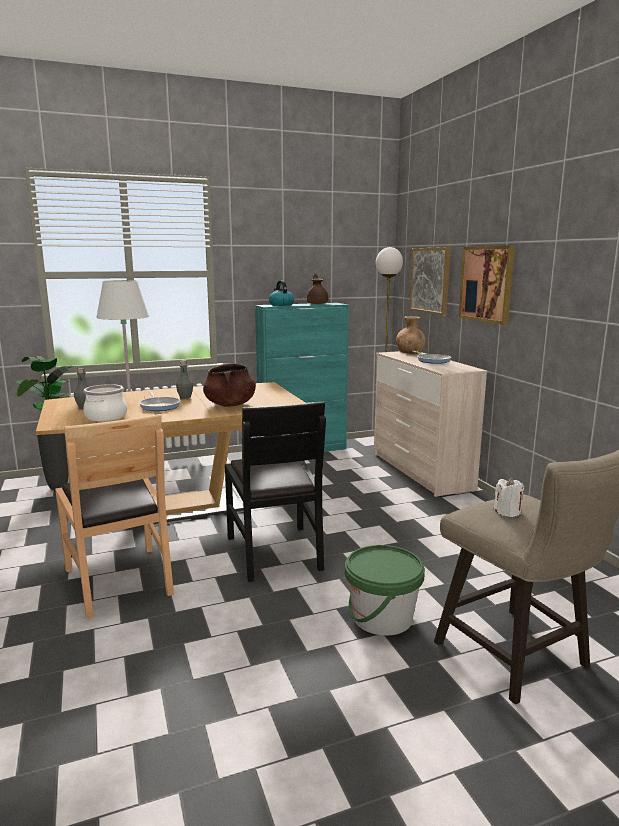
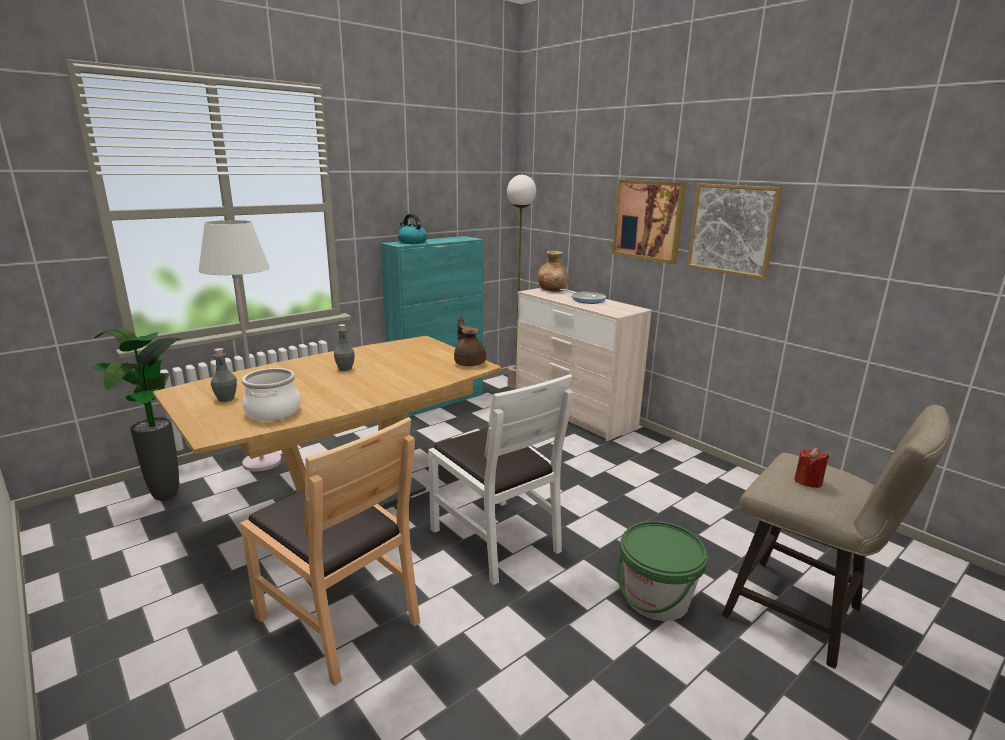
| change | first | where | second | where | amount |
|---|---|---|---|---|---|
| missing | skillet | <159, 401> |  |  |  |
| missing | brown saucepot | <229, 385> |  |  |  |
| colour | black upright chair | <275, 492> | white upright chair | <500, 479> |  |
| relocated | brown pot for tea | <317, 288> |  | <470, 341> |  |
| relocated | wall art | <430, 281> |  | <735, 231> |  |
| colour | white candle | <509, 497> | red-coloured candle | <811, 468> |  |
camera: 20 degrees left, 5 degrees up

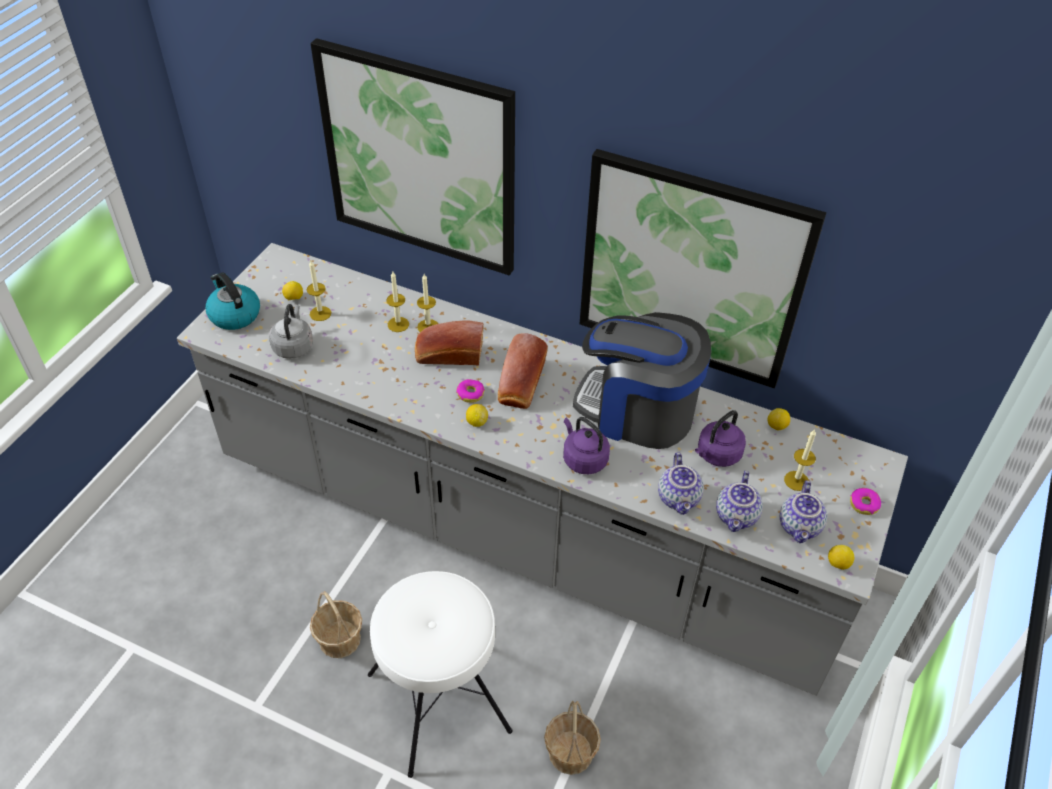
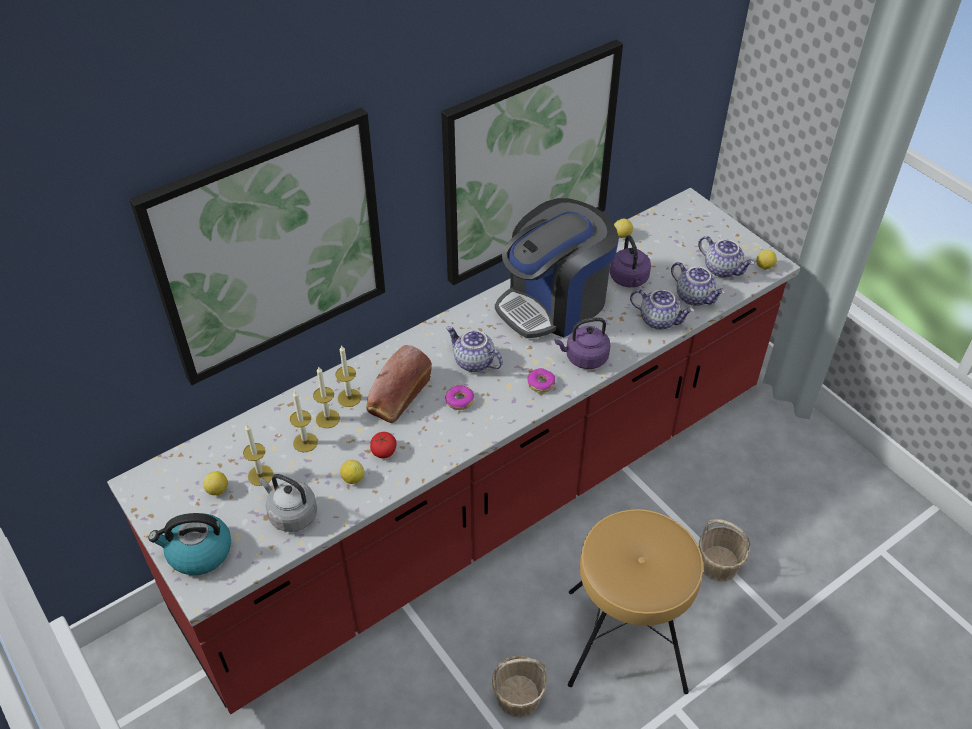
| change | first | where | second | where | amount |
|---|---|---|---|---|---|
| colour | grey counter | <542, 469> | red-coloured counter | <453, 451> |  |
| colour | white stool | <440, 674> | brown stool | <635, 601> |  |
| relocated | whole lemon | <477, 415> |  | <352, 472> |  |
| exchanged | bakery bread | <523, 371> | pot for tea | <474, 349> |  |
| relocated | candle | <800, 460> |  | <304, 422> |  |
| relocated | doughnut | <865, 501> |  | <541, 380> |  |
| appeared |  |  | fresh tomato | <383, 445> |  |
camera: 60 degrees left, 0 degrees up

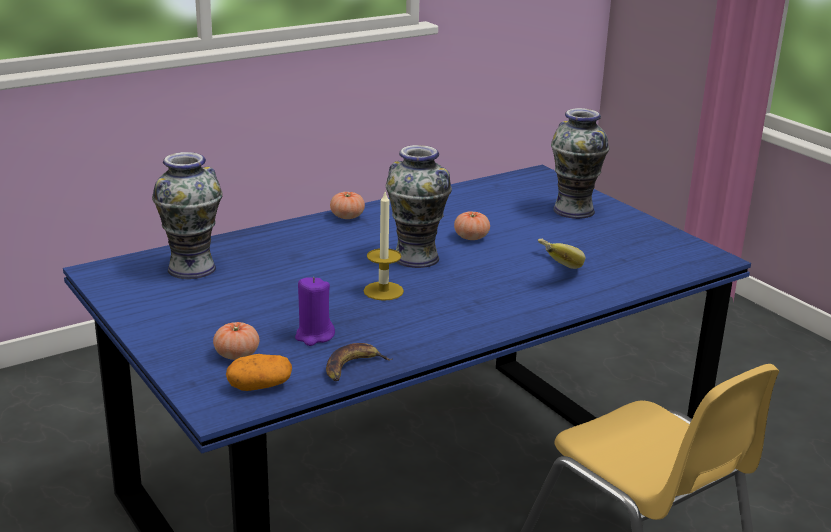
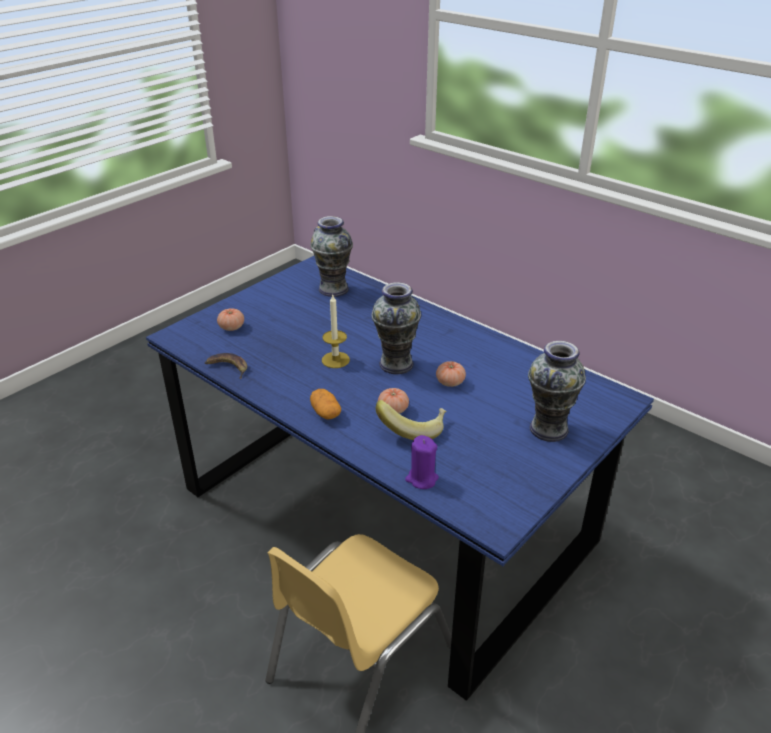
| change | first | where | second | where | amount |
|---|---|---|---|---|---|
| relocated | spud | <259, 372> |  | <325, 404> |  |
| relocated | purple candle | <315, 311> |  | <422, 462> |  |
| relocated | fresh tomato | <347, 205> |  | <393, 401> |  |
camera: 75 degrees right, 10 degrees up

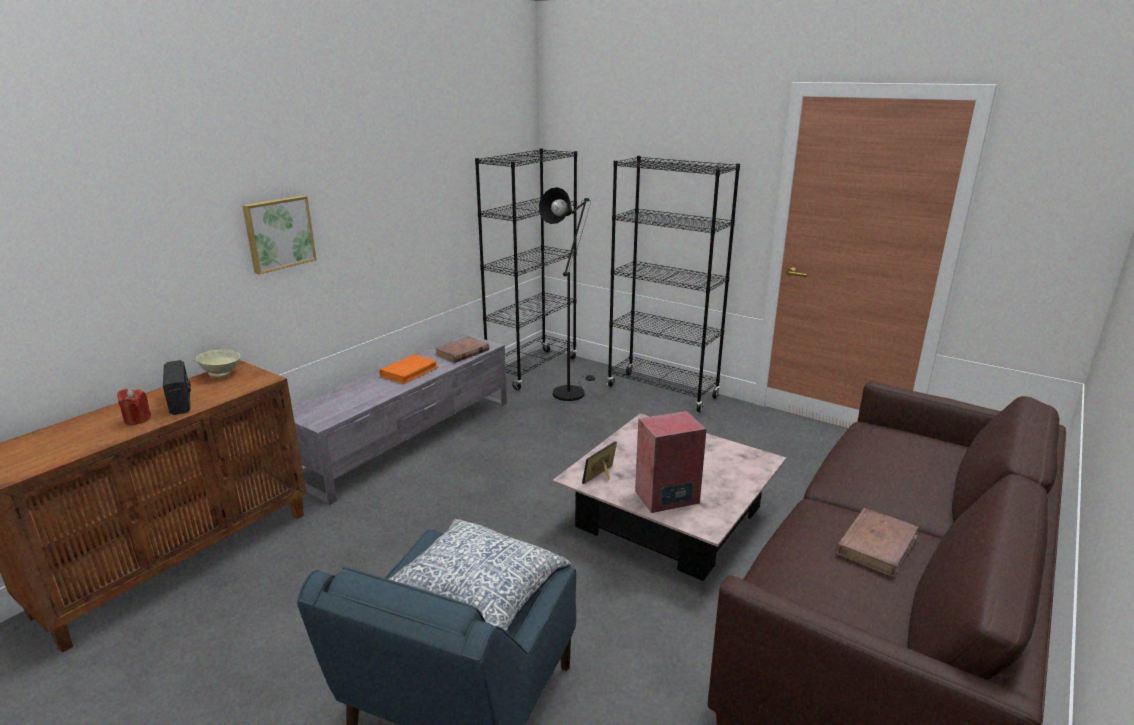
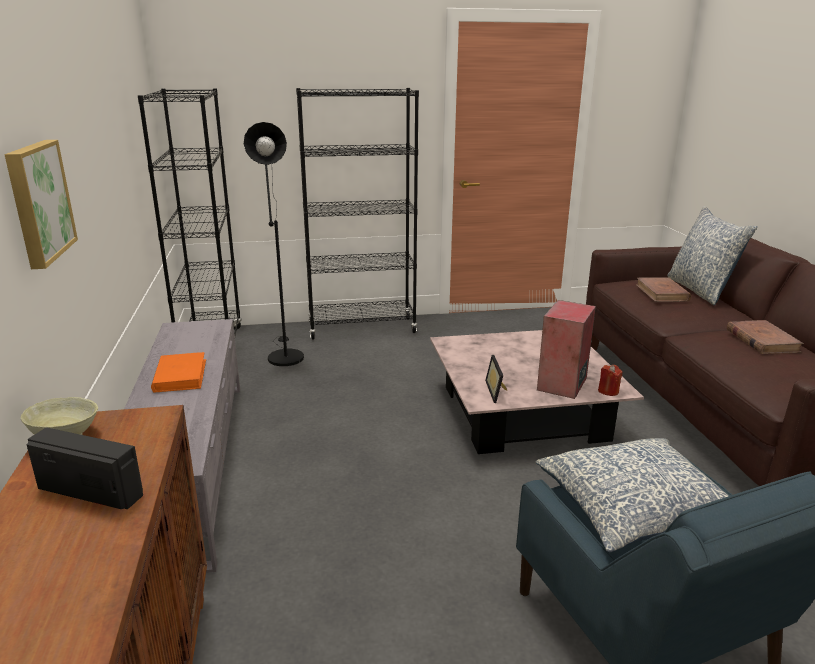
| change | first | where | second | where | amount |
|---|---|---|---|---|---|
| relocated | red-coloured candle | <134, 407> |  | <610, 380> |  |
| relocated | brown volume | <461, 350> |  | <663, 289> |  |
| appeared |  |  | pillow | <712, 255> |  |
camera: 45 degrees left, 0 degrees up

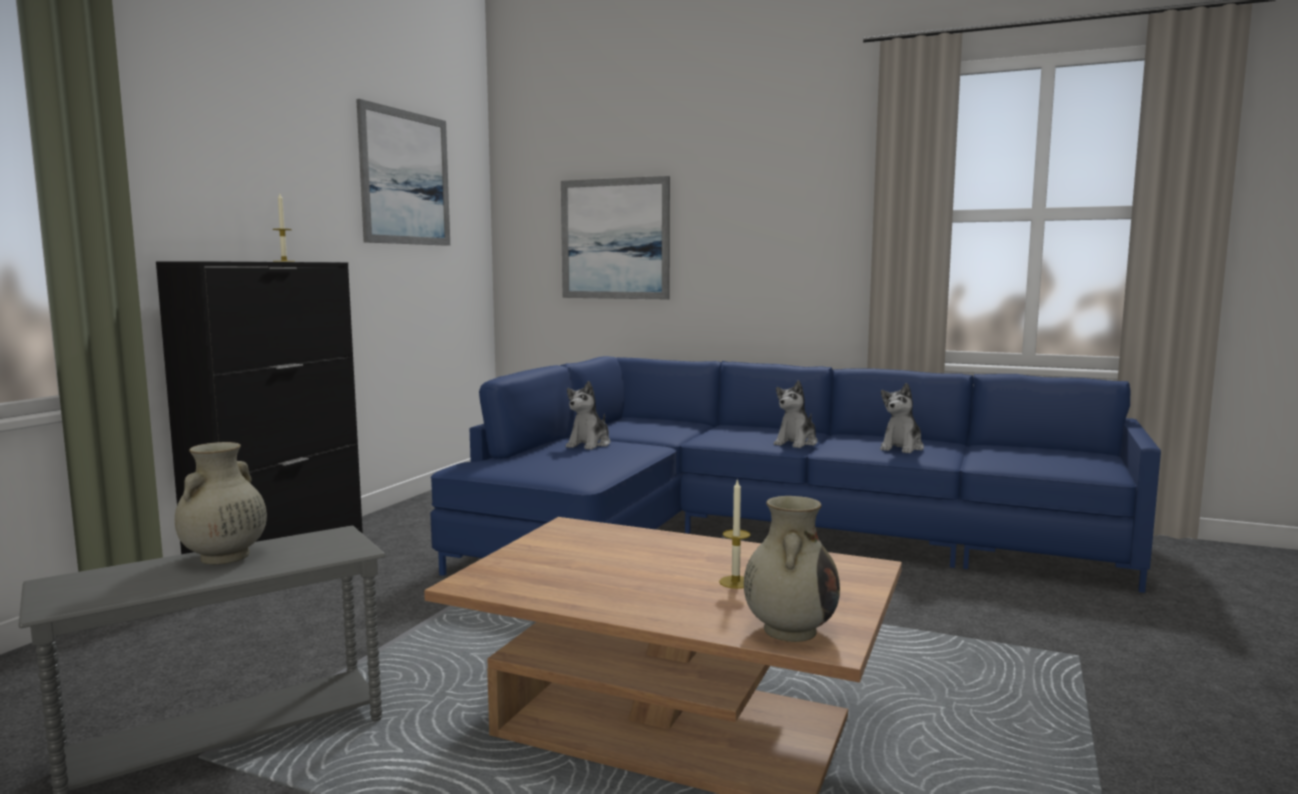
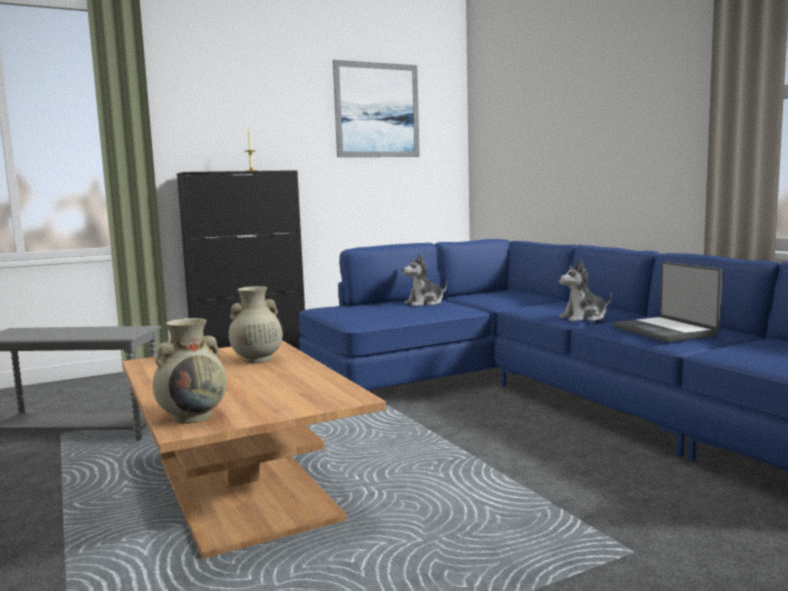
| change | first | where | second | where | amount |
|---|---|---|---|---|---|
| relocated | beige vase | <221, 503> |  | <256, 324> |  |
| missing | wall art | <615, 237> |  |  |  |
| missing | candle | <735, 533> |  |  |  |
| exchanged | plush toy | <902, 418> | notebook computer | <668, 302> |  |
camera: 40 degrees right, 0 degrees up

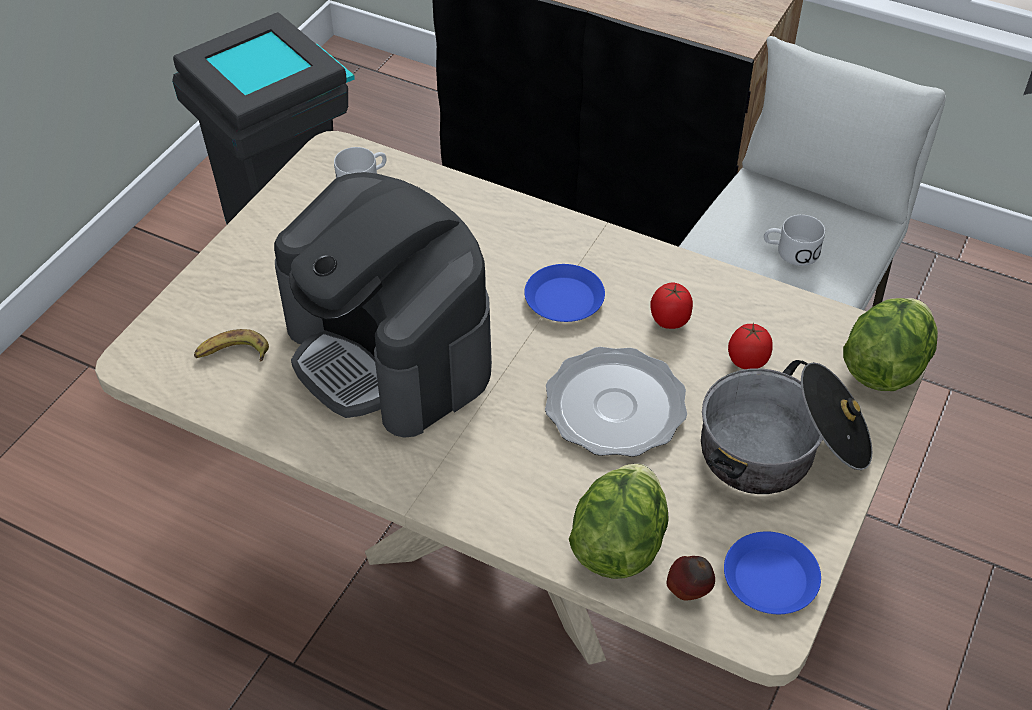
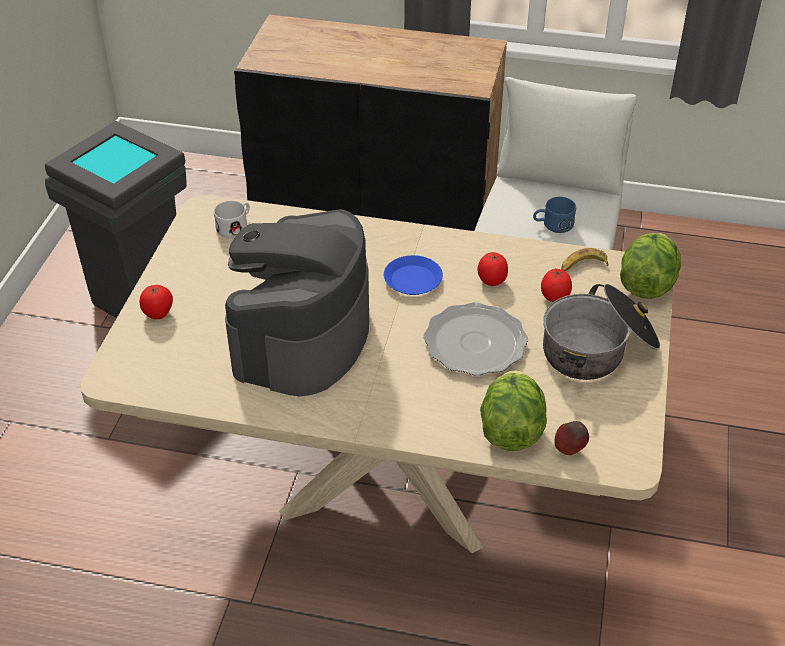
| change | first | where | second | where | amount |
|---|---|---|---|---|---|
| relocated | whole banana | <231, 345> |  | <585, 259> |  |
| spun | coffee brewer | <383, 305> |  | <297, 302> | 75 degrees clockwise |
| missing | bluish plate | <772, 572> |  |  |  |
| colour | white coffee mug | <794, 240> | bluish coffee mug | <554, 215> |  |
| appeared |  |  | fresh tomato | <156, 302> |  |
camera: 15 degrees left, 5 degrees down

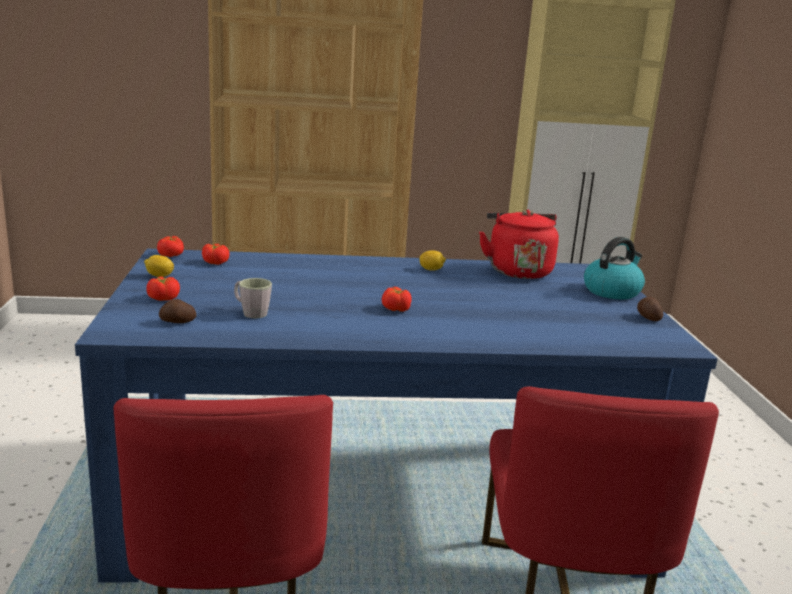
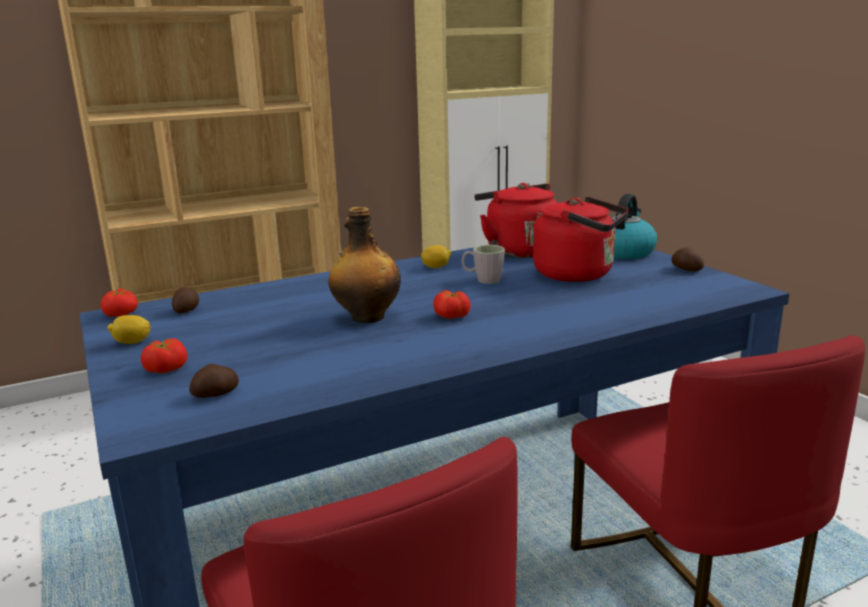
| change | first | where | second | where | amount |
|---|---|---|---|---|---|
| exchanged | fresh tomato | <215, 254> | spud | <185, 300> |  |
| relocated | grey coffee mug | <253, 298> |  | <483, 264> |  |
| appeared |  |  | beverage bottle | <365, 265> |  |
| appeared |  |  | red-coloured tea kettle | <581, 239> |  |
camera: 20 degrees left, 0 degrees up

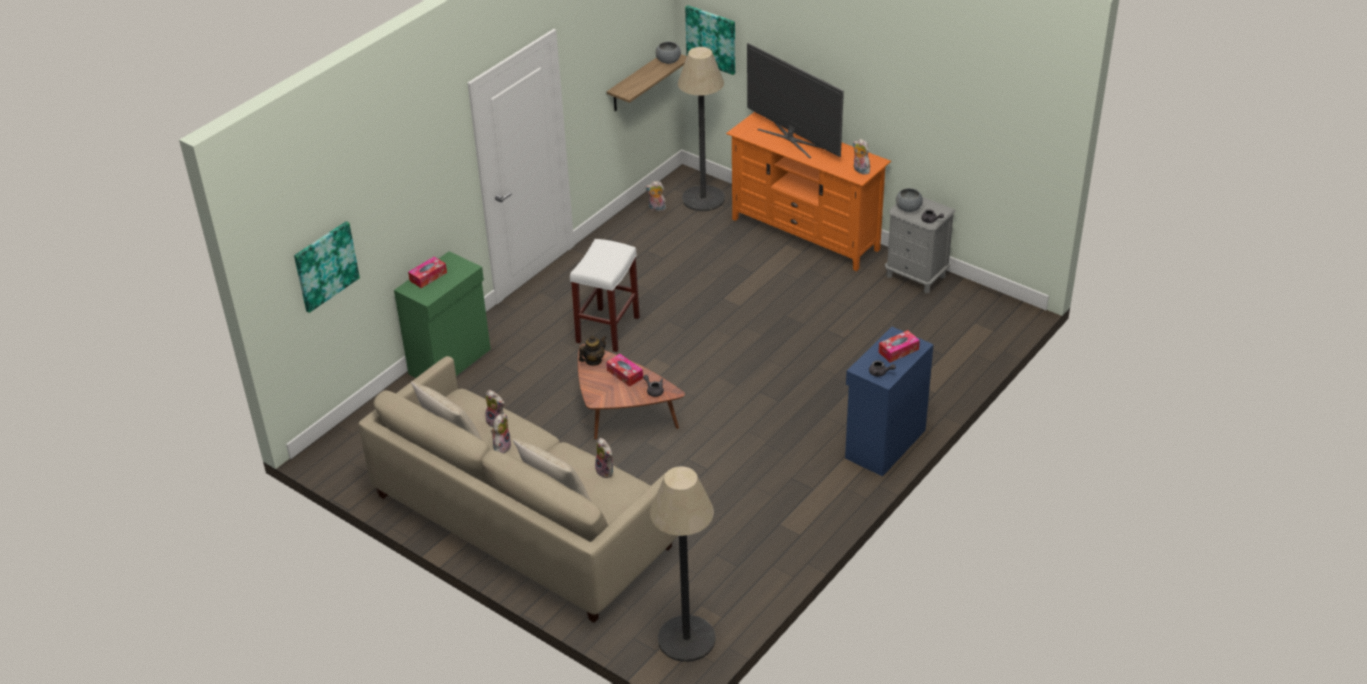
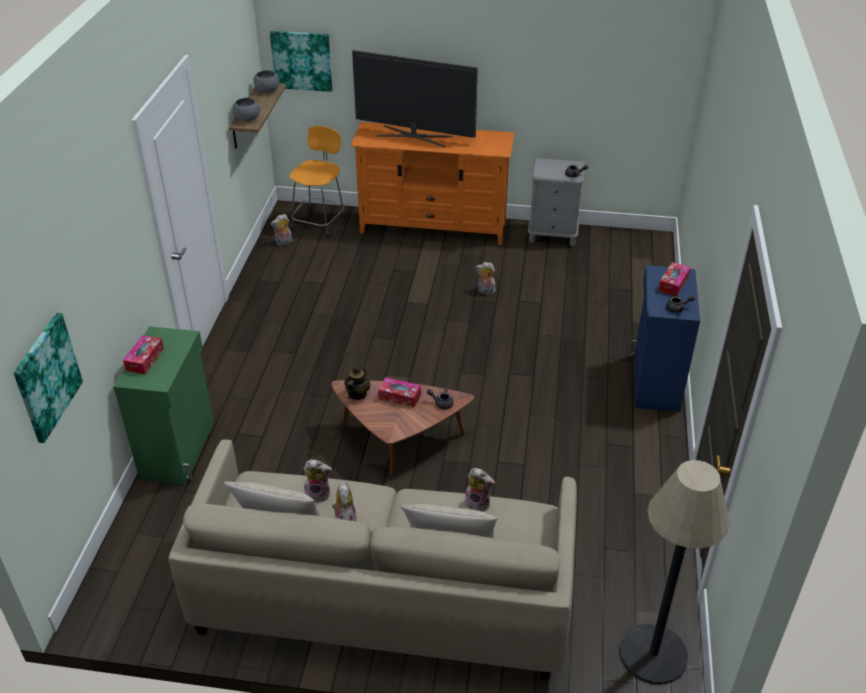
| change | first | where | second | where | amount |
|---|---|---|---|---|---|
| missing | white stool | <605, 295> |  |  |  |
| exchanged | standing lamp | <701, 129> | orangey stool | <317, 182> |  |
| relocated | plush toy | <861, 157> |  | <485, 278> |  |
| relocated | grey bowl | <909, 200> |  | <246, 109> |  |
camera: 30 degrees left, 0 degrees up

